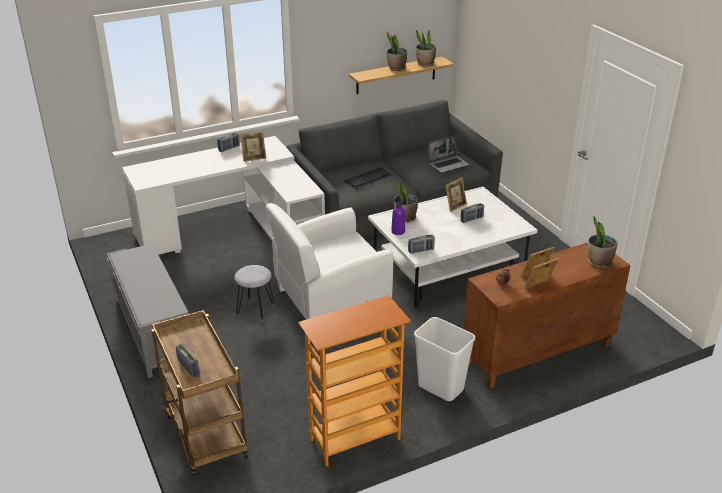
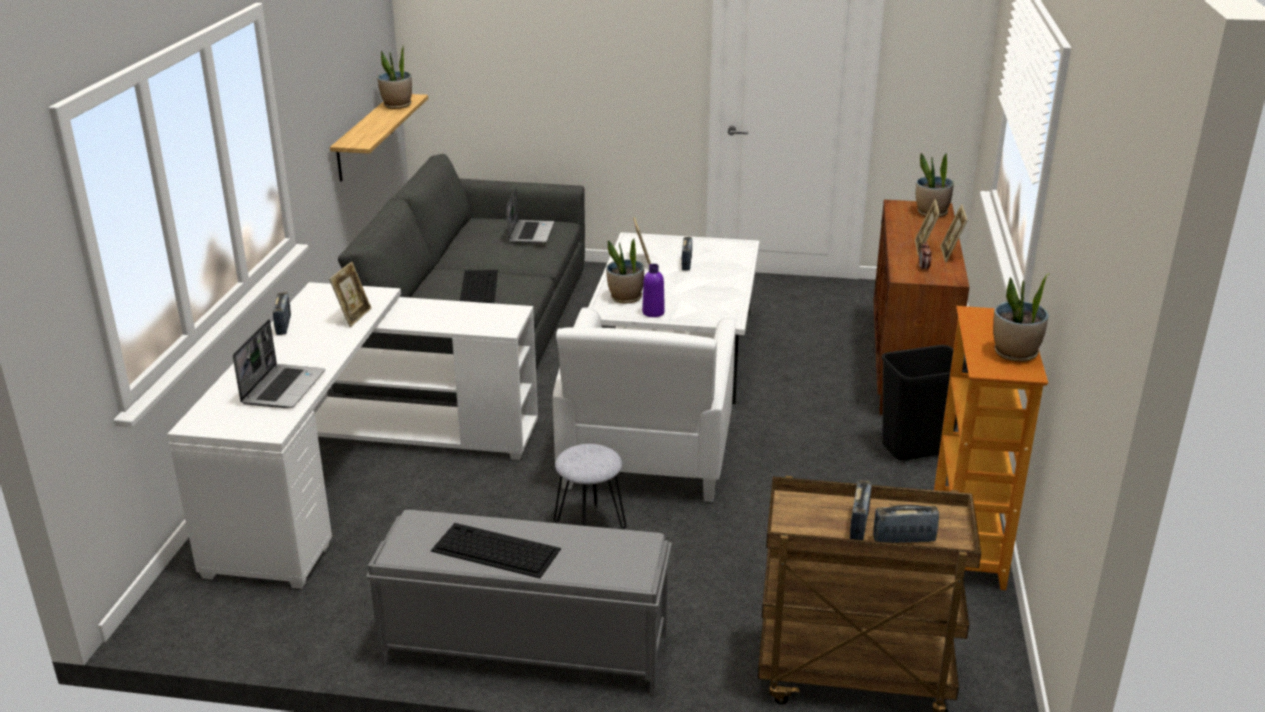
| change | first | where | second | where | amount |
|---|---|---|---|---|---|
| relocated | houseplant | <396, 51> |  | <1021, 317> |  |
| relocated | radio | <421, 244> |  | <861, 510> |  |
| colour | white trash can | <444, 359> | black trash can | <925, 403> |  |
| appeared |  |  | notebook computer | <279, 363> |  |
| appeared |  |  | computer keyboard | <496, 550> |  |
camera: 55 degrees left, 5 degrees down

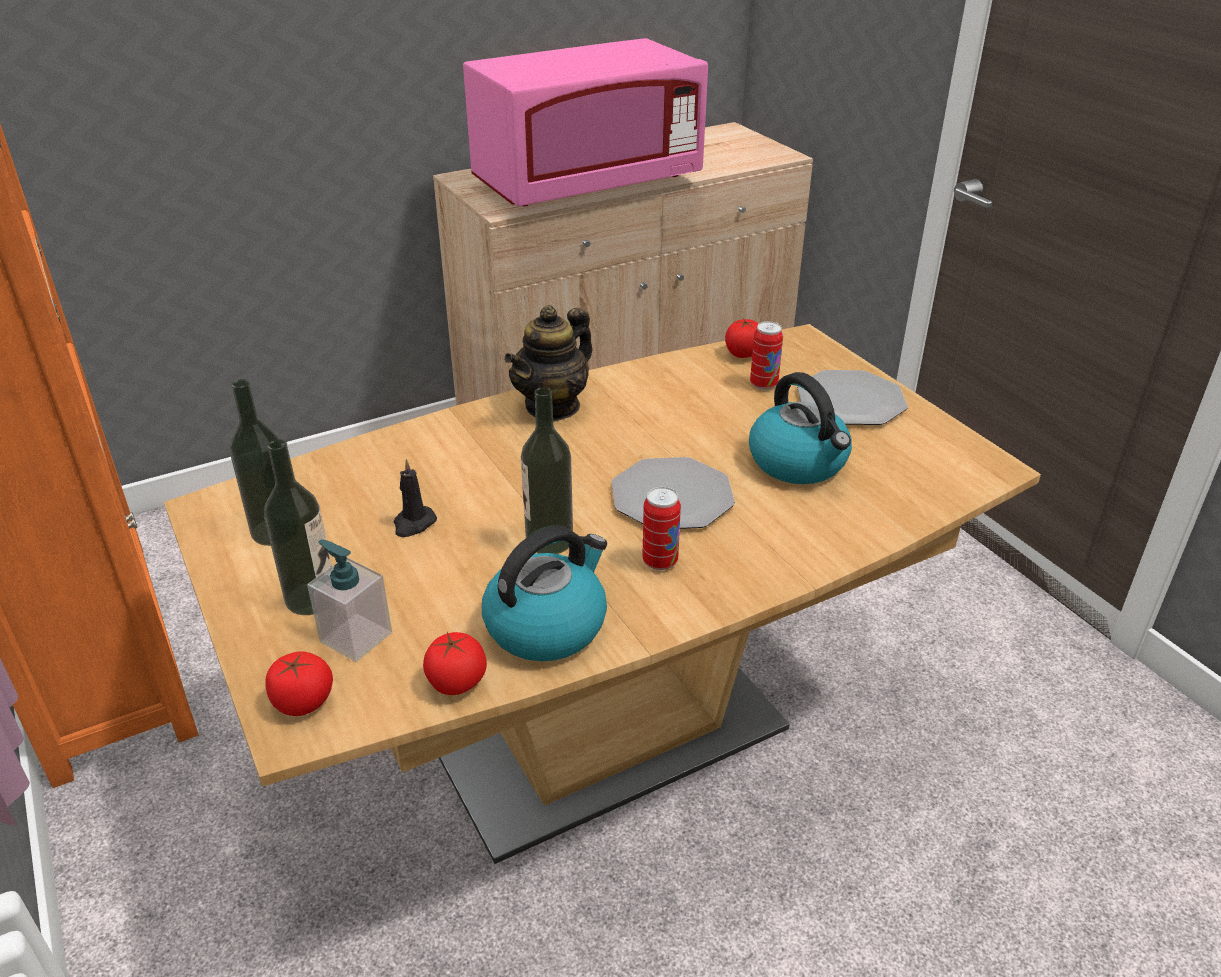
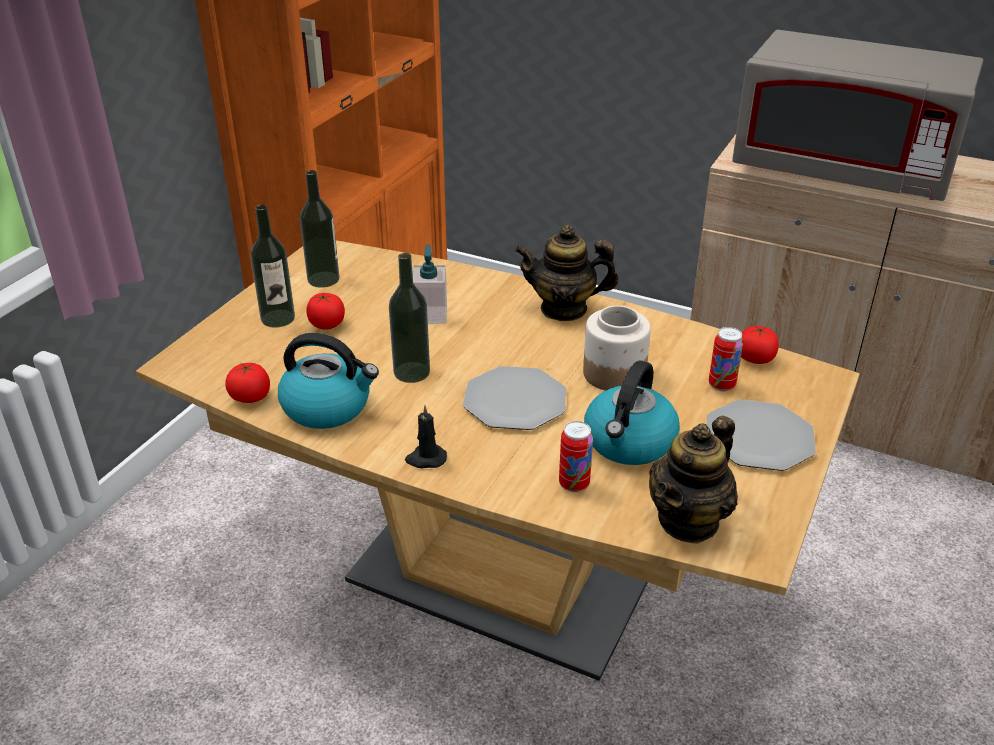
| change | first | where | second | where | amount |
|---|---|---|---|---|---|
| relocated | fresh tomato | <299, 683> |  | <325, 311> |  |
| relocated | liquid soap bottle | <349, 600> |  | <429, 284> |  |
| relocated | black candle | <415, 498> |  | <426, 436> |  |
| colour | pink kitchen microwave | <585, 122> | grey kitchen microwave | <858, 115> |  |
| relocated | metal can | <661, 528> |  | <576, 456> |  |
| appeared |  |  | storage jar | <617, 348> |  |
| appeared |  |  | pot for tea | <693, 480> |  |
camera: 55 degrees right, 0 degrees up

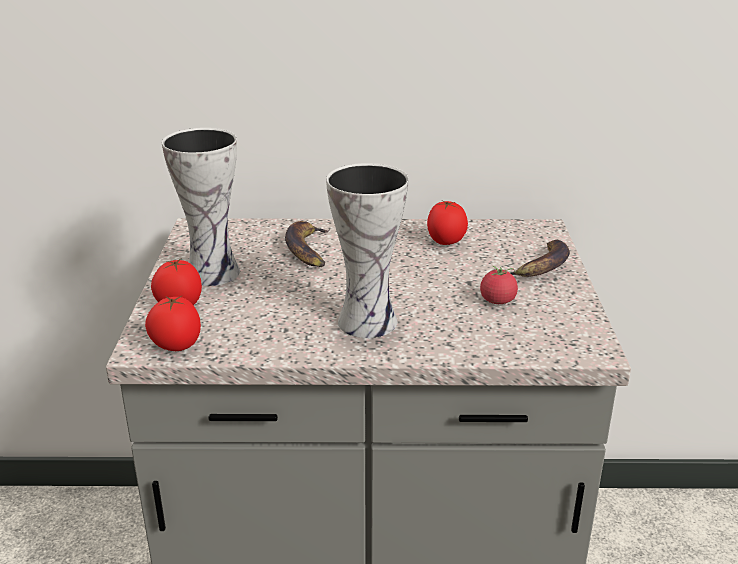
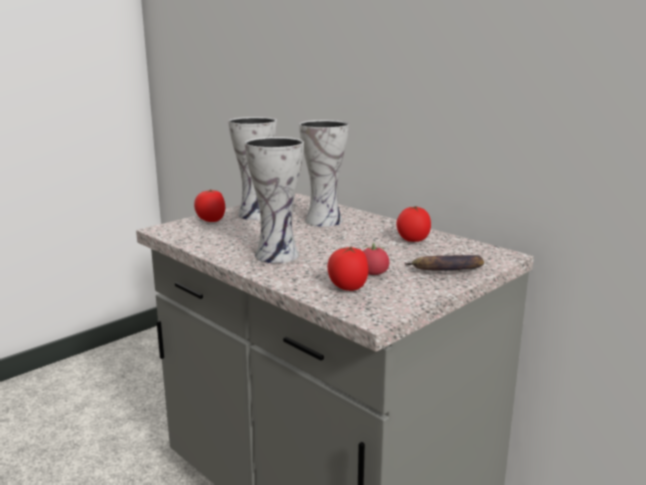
| change | first | where | second | where | amount |
|---|---|---|---|---|---|
| relocated | fresh tomato | <173, 323> |  | <347, 268> |  |
| exchanged | whole banana | <307, 244> | vase | <324, 173> |  |
camera: 45 degrees right, 10 degrees down

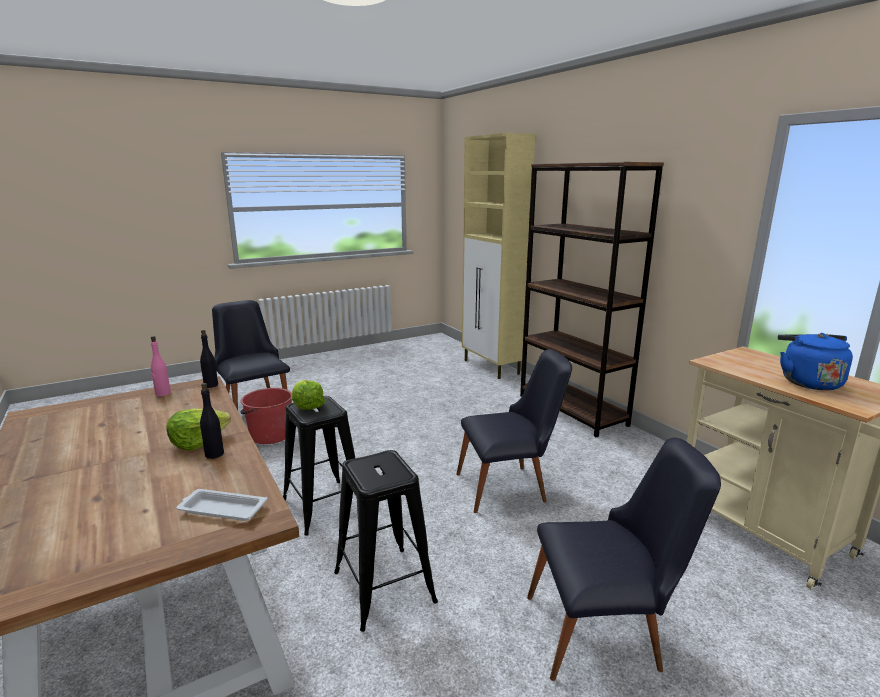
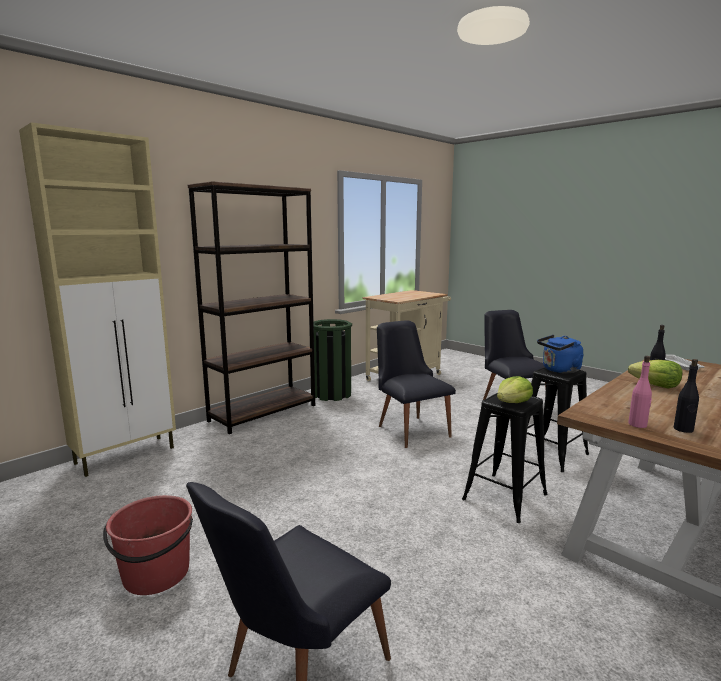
| change | first | where | second | where | amount |
|---|---|---|---|---|---|
| relocated | black beverage bottle | <209, 359> |  | <686, 396> |  |
| relocated | red-coloured water bucket | <266, 416> |  | <148, 545> |  |
| relocated | bluish tea kettle | <815, 361> |  | <560, 354> |  |
| appeared |  |  | green-coloured trash can | <333, 360> |  |
camera: 105 degrees left, 5 degrees down

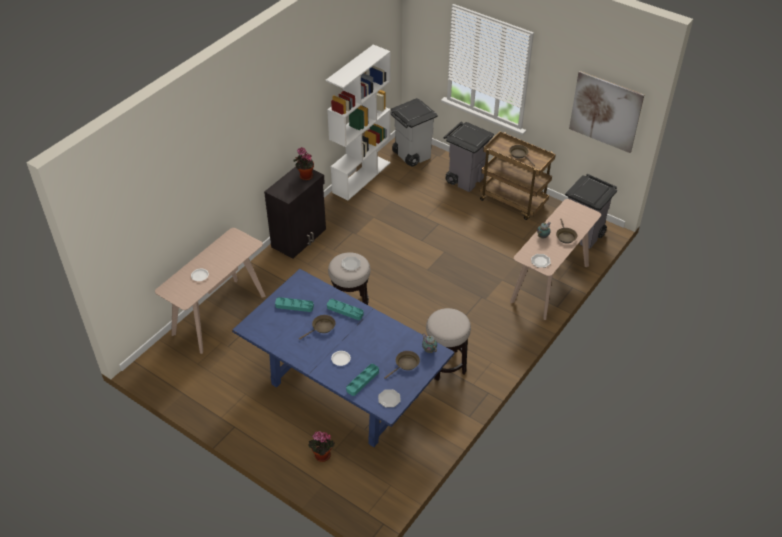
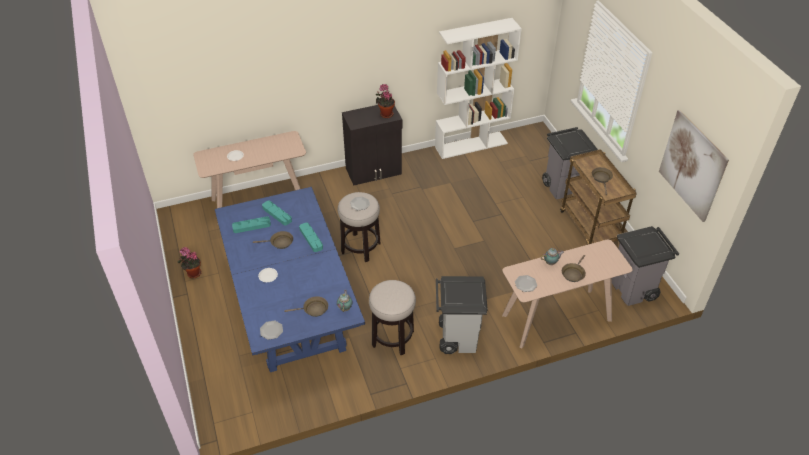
| change | first | where | second | where | amount |
|---|---|---|---|---|---|
| relocated | houseplant | <321, 446> |  | <190, 262> |  |
| relocated | turquoise-coloured serving tray | <362, 380> |  | <251, 224> |  |
| relocated | grey trash can | <414, 132> |  | <462, 315> |  |
camera: 35 degrees right, 0 degrees up

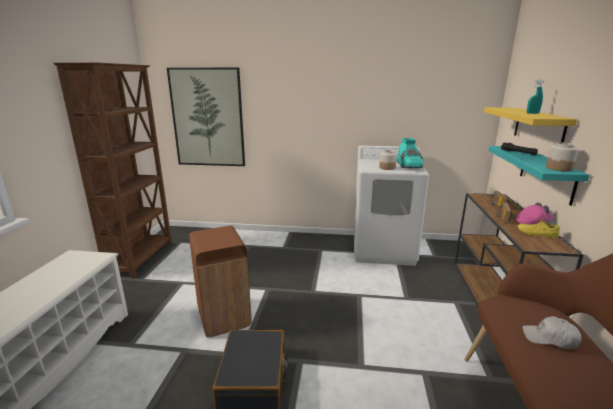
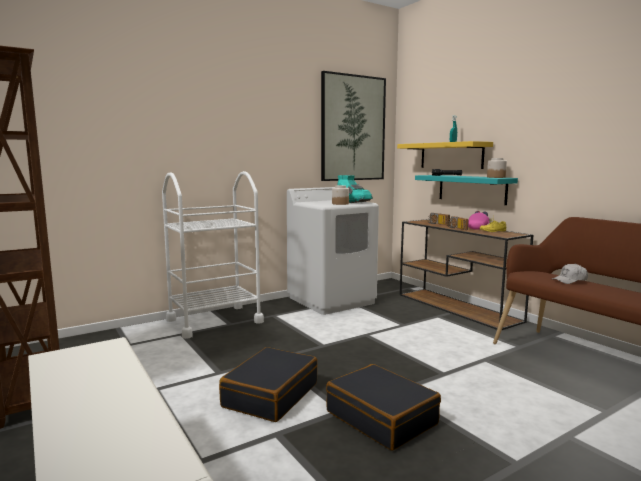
| change | first | where | second | where | amount |
|---|---|---|---|---|---|
| relocated | wall art | <206, 117> |  | <353, 126> |  |
| exchanged | brown trash can | <220, 281> | black piece of luggage | <268, 384> |  |
| appeared |  |  | white trolley | <213, 255> |  |
camera: 40 degrees left, 10 degrees down

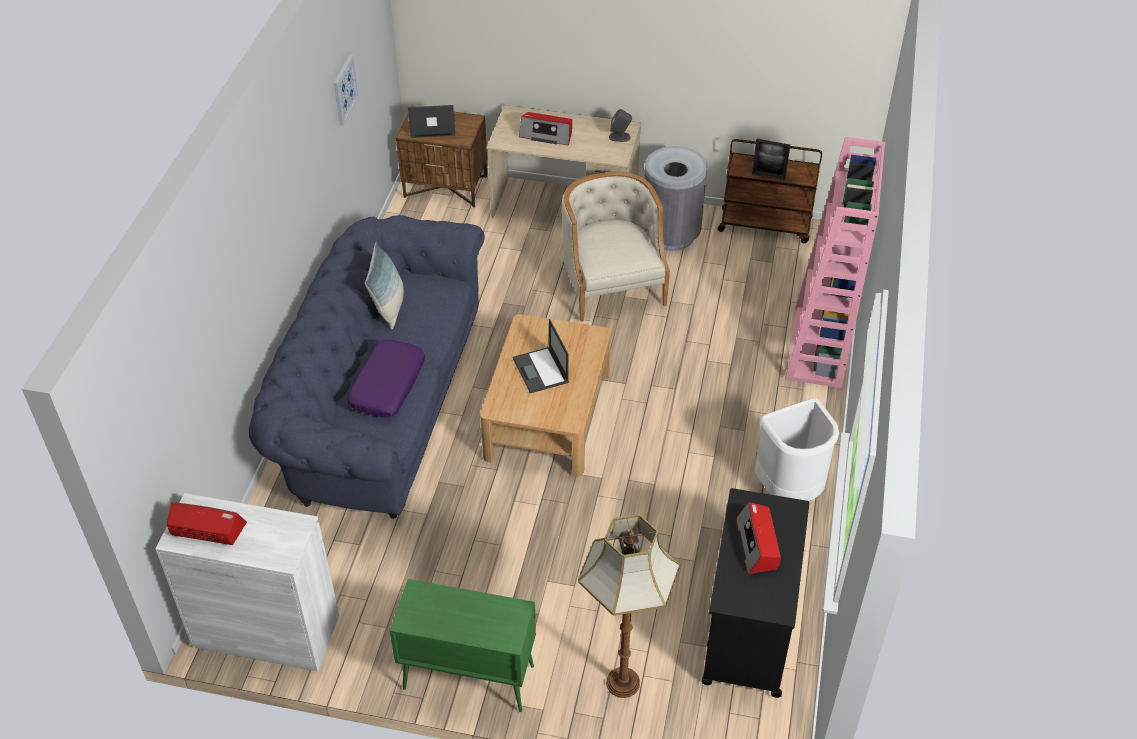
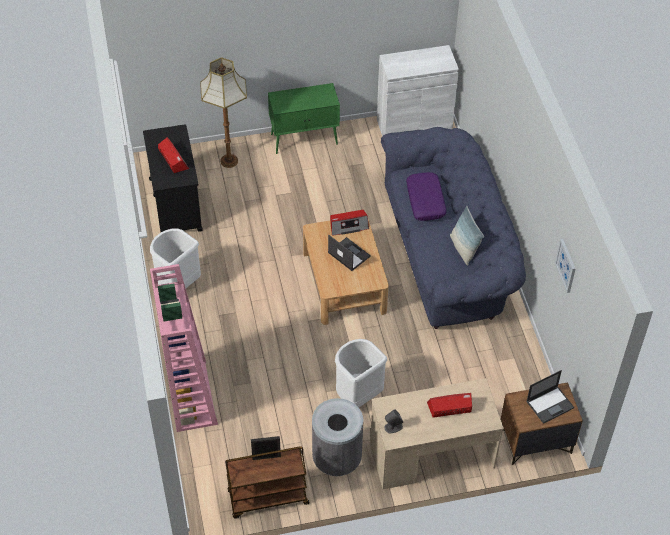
| change | first | where | second | where | amount |
|---|---|---|---|---|---|
| relocated | radio | <207, 523> |  | <349, 223> |  |
| exchanged | beige easy chair | <616, 247> | white trash can | <361, 373> |  |
camera: 155 degrees right, 5 degrees up

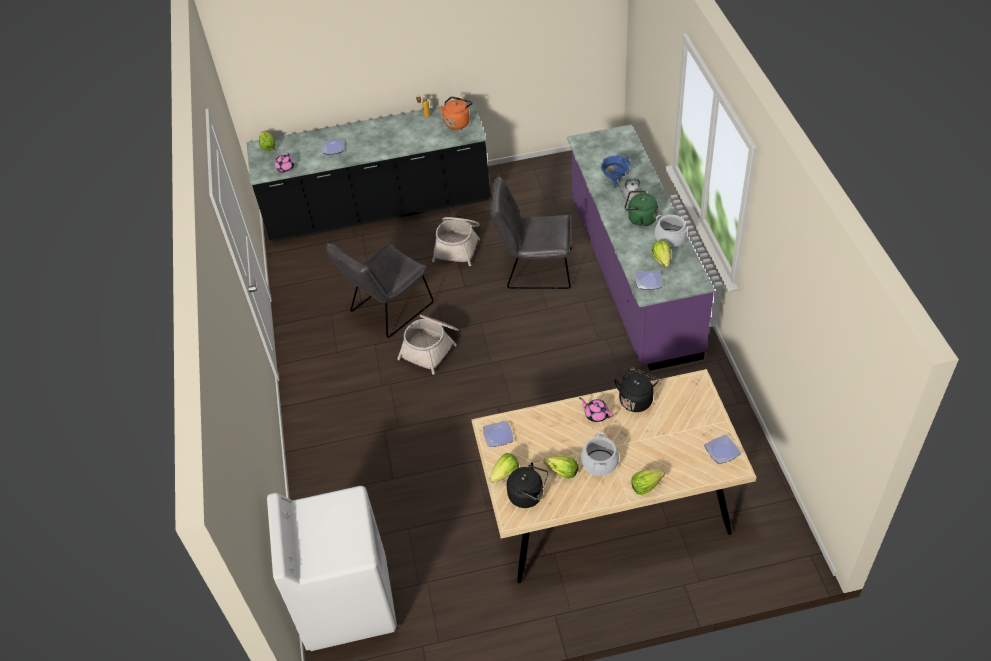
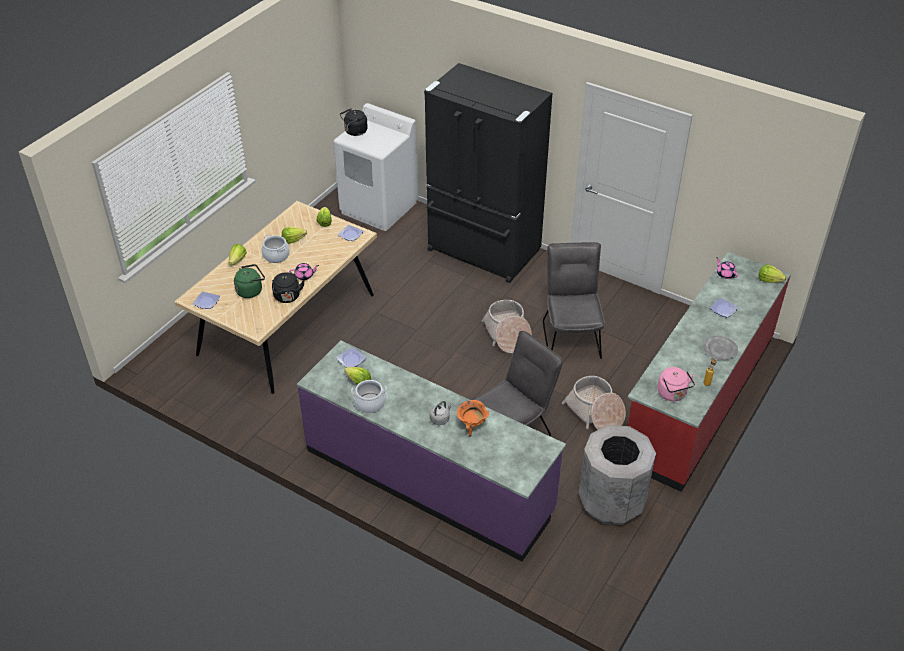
| change | first | where | second | where | amount |
|---|---|---|---|---|---|
| colour | black counter | <369, 171> | red-coloured counter | <709, 372> |  |
| colour | orangey tea kettle | <456, 113> | pink tea kettle | <676, 384> |  |
| relocated | black tea kettle | <527, 485> |  | <354, 122> |  |
| colour | bluish saucepot | <615, 172> | orangey saucepot | <473, 418> |  |
| relocated | green-coloured tea kettle | <641, 208> |  | <249, 281> |  |
| appeared |  |  | black kitchen fridge | <488, 173> |  |
| appeared |  |  | grey trash can | <617, 475> |  |
| appeared |  |  | grey plate | <721, 348> |  |
camera: 130 degrees right, 5 degrees down

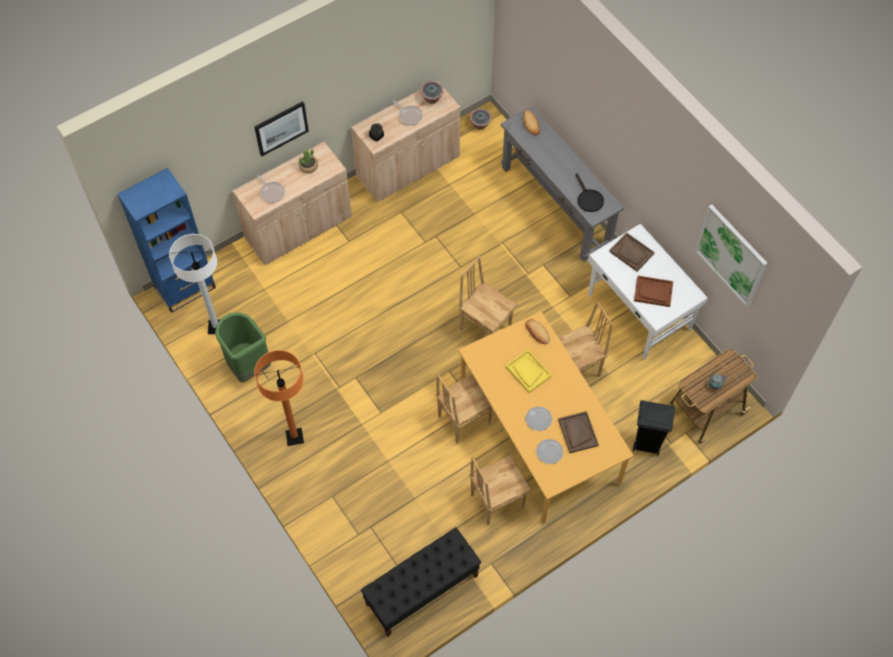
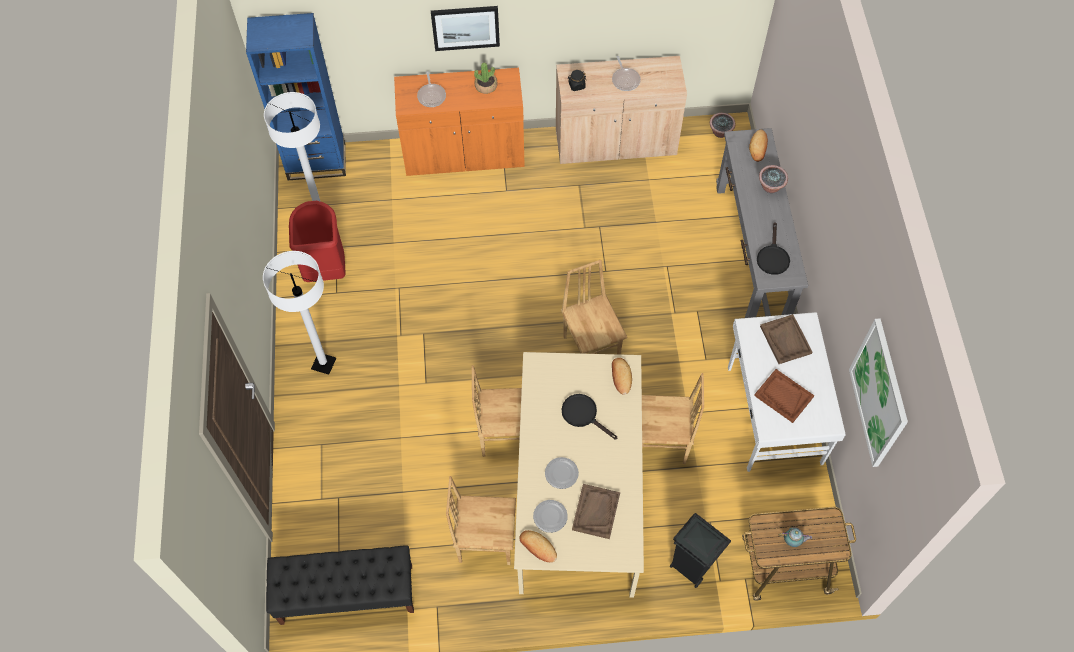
| change | first | where | second | where | amount |
|---|---|---|---|---|---|
| colour | green-coloured trash can | <243, 348> | red-coloured trash can | <317, 241> |  |
| colour | beige storage cabinet | <292, 203> | orangey storage cabinet | <459, 122> |  |
| colour | orangey standing lamp | <279, 398> | white standing lamp | <299, 313> |  |
| relocated | houseplant | <432, 92> |  | <773, 179> |  |
| colour | orangey dinner table | <546, 417> | beige dinner table | <579, 475> |  |
| exchanged | yellowish serving tray | <528, 371> | black skillet | <589, 416> |  |
| appeared |  |  | bakery bread | <538, 546> |  |
camera: 30 degrees right, 0 degrees up

